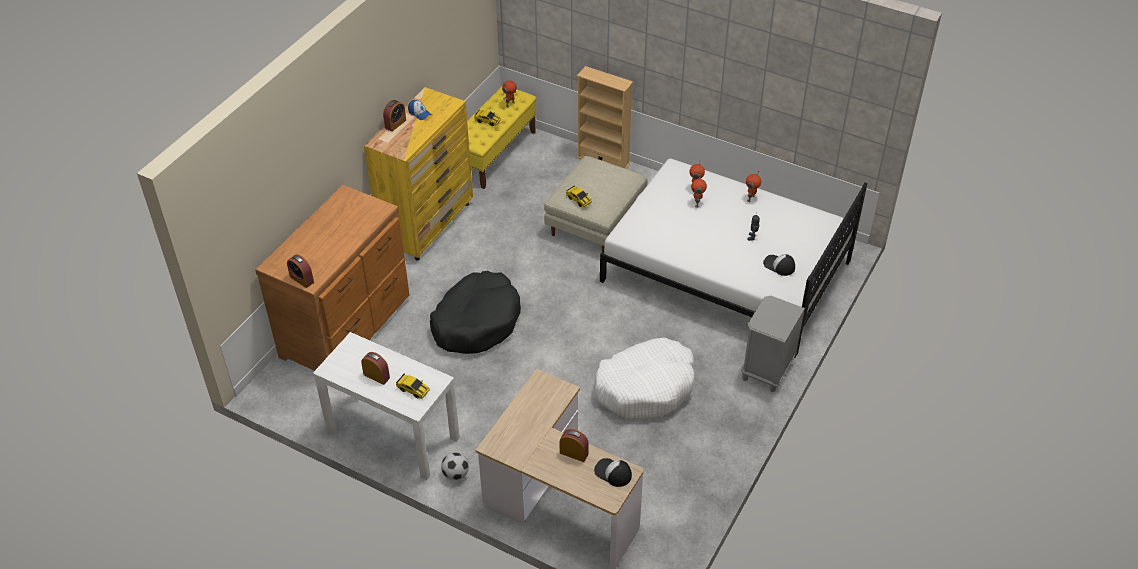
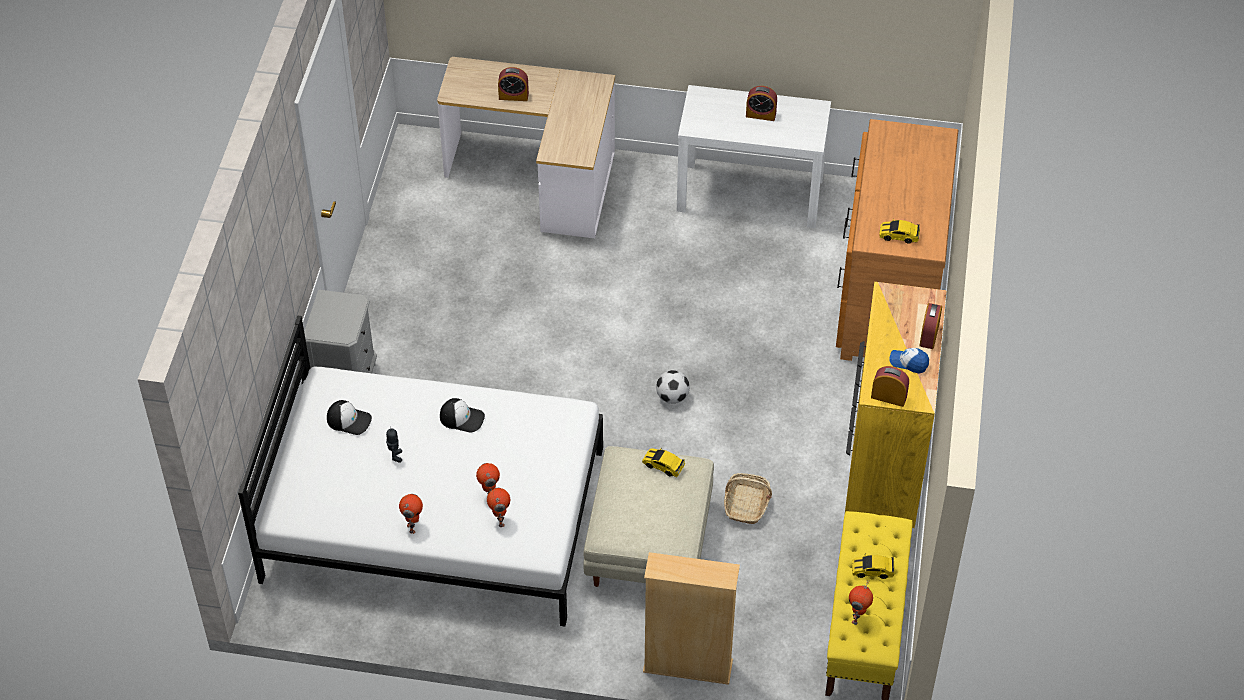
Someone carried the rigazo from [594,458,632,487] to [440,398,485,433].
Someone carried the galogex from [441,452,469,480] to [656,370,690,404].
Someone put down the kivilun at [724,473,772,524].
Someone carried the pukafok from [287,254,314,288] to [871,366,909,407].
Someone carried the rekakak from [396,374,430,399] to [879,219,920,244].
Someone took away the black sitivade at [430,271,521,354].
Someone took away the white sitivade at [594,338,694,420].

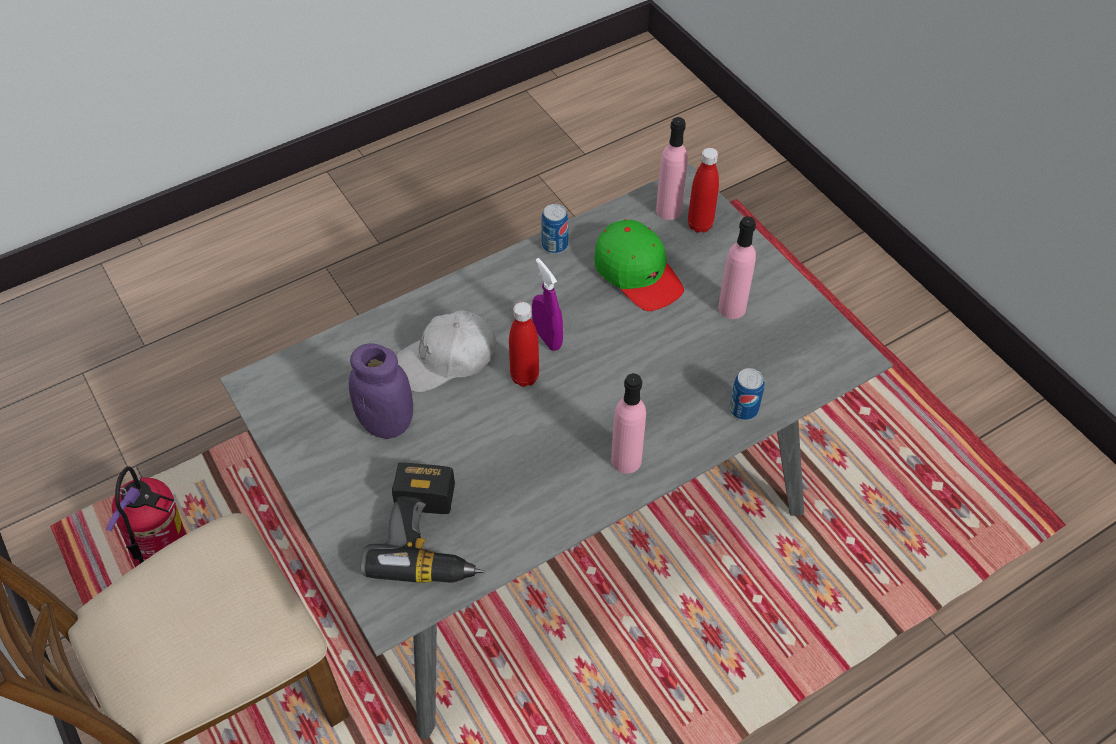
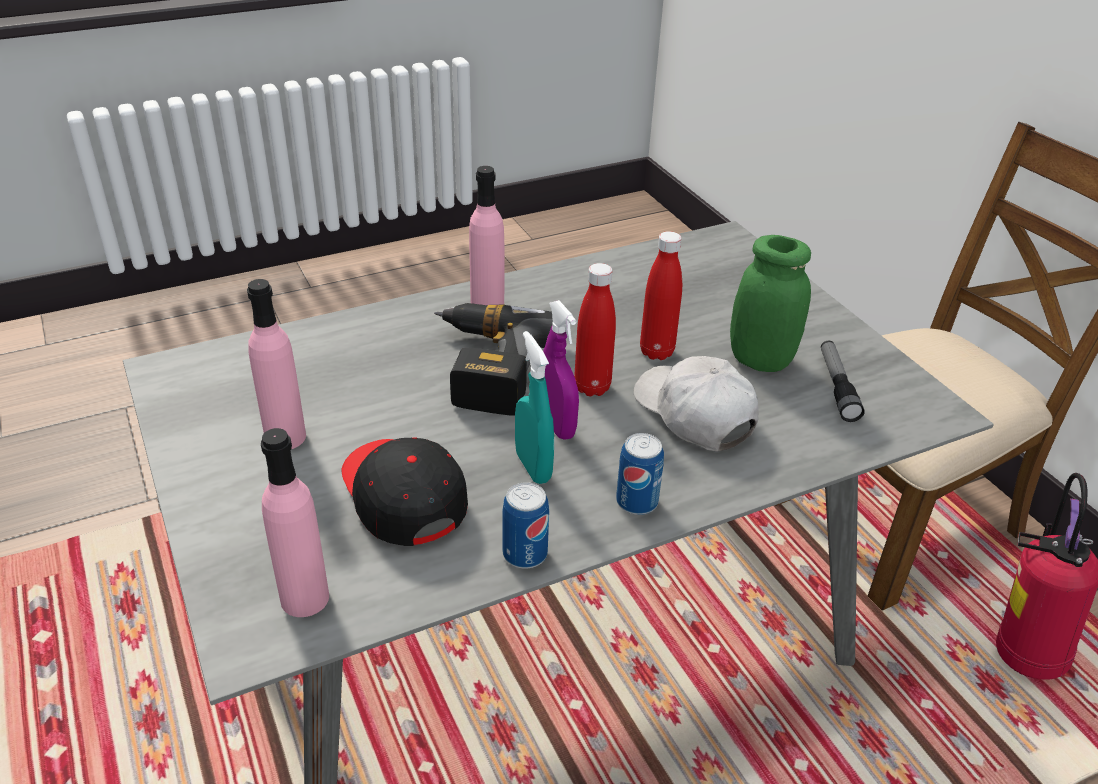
Someone repainted the green rigazo at [594,219,684,311], which became the black rigazo at [341,438,468,546].
Someone carried the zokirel from [360,462,484,583] to [434,303,553,416].
Someone put down the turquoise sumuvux at [515,331,554,484].
Someone carried the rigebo from [729,368,764,420] to [616,433,664,515].
Someone rotated the white rigazo at [396,310,496,392] by 105 degrees counterclockwise.
Someone carried the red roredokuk from [688,148,719,233] to [640,231,682,360].
Someone repainted the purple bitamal at [349,343,413,439], which became the green bitamal at [730,235,811,372].
Someone put down the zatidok at [821,341,865,422].

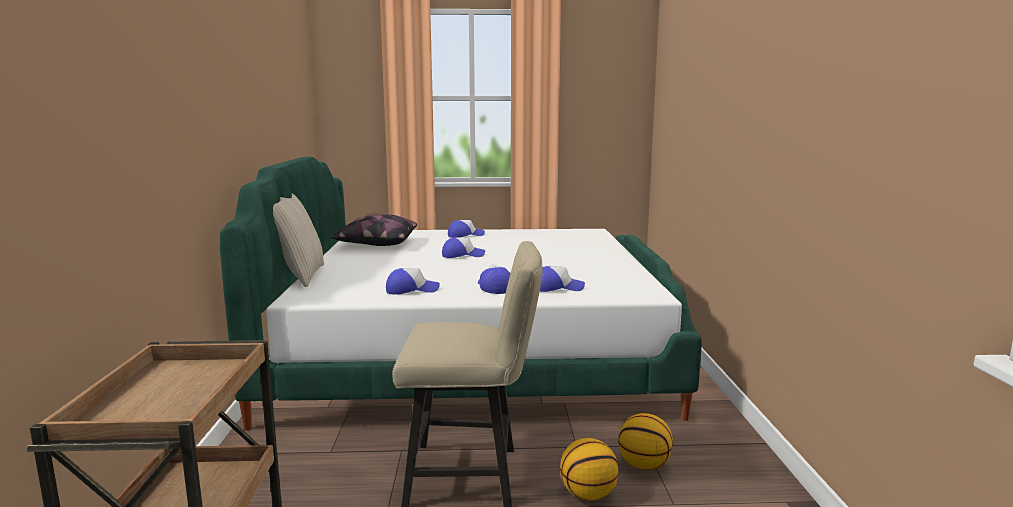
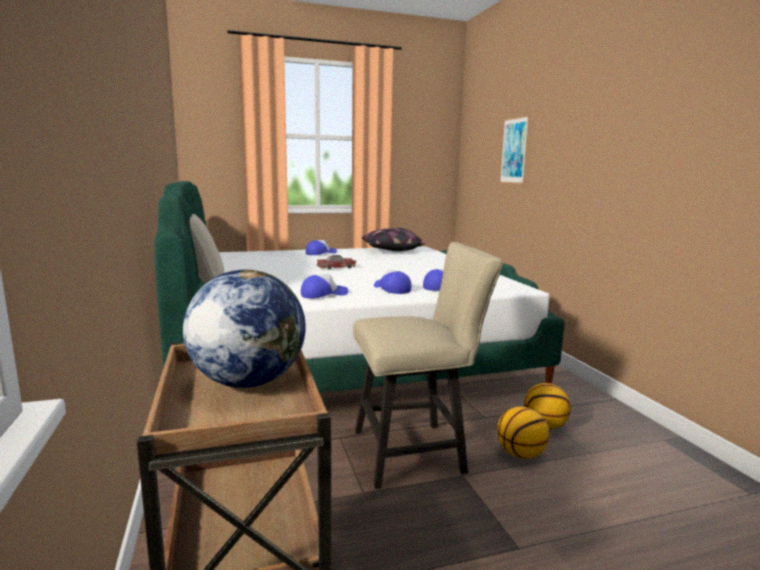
Someone put down the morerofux at [183,269,306,388].
Someone swapped the rigazo at [442,237,485,258] for the rekakak at [316,255,356,269].
Someone carried the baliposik from [330,214,417,246] to [362,228,425,251].
Someone put up the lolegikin at [500,115,529,184].

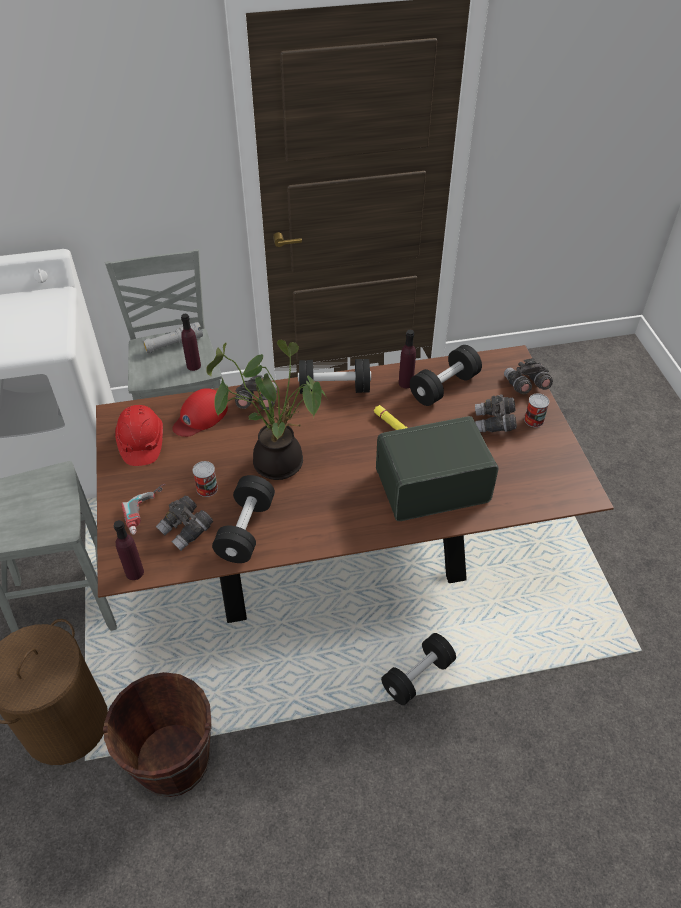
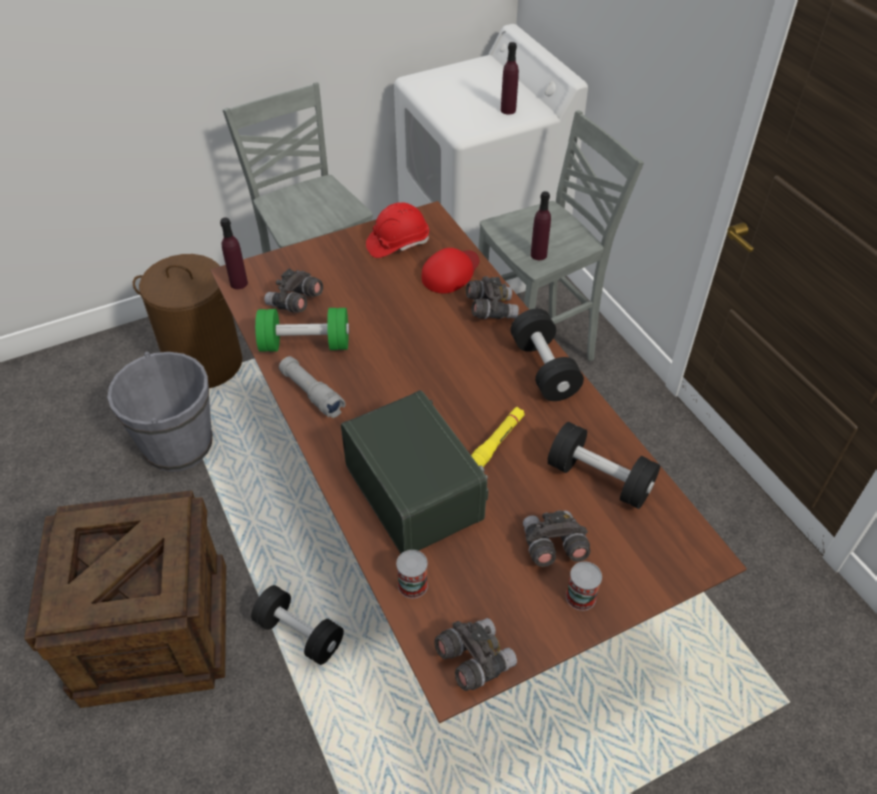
Someone put down the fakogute at [24,490,226,708].
Someone repainted the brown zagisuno at [103,672,212,797], which became the grey zagisuno at [107,352,212,472].
Someone repainted the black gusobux at [212,475,275,563], which became the green gusobux at [255,308,349,352].
Someone carried the grey zatidok from [143,322,203,353] to [279,356,346,418].
Someone carried the rigebo from [193,461,218,497] to [396,550,428,598].
Someone rotated the red rigazo at [172,388,228,437] by 105 degrees clockwise.
Someone carried the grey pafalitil from [504,358,553,394] to [434,618,517,691].
Someone carried the purple roredokuk from [399,330,416,388] to [501,42,519,115].
Someone took away the zokirel at [121,484,165,535].
Someone took away the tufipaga at [206,340,327,480].

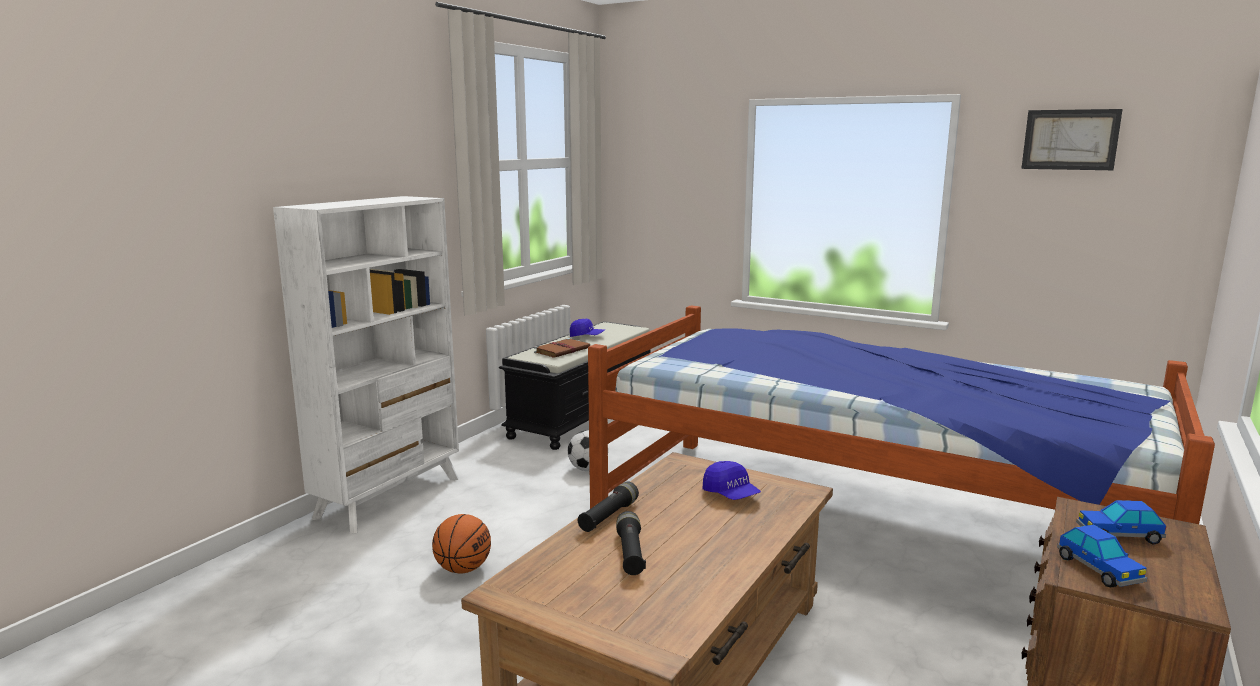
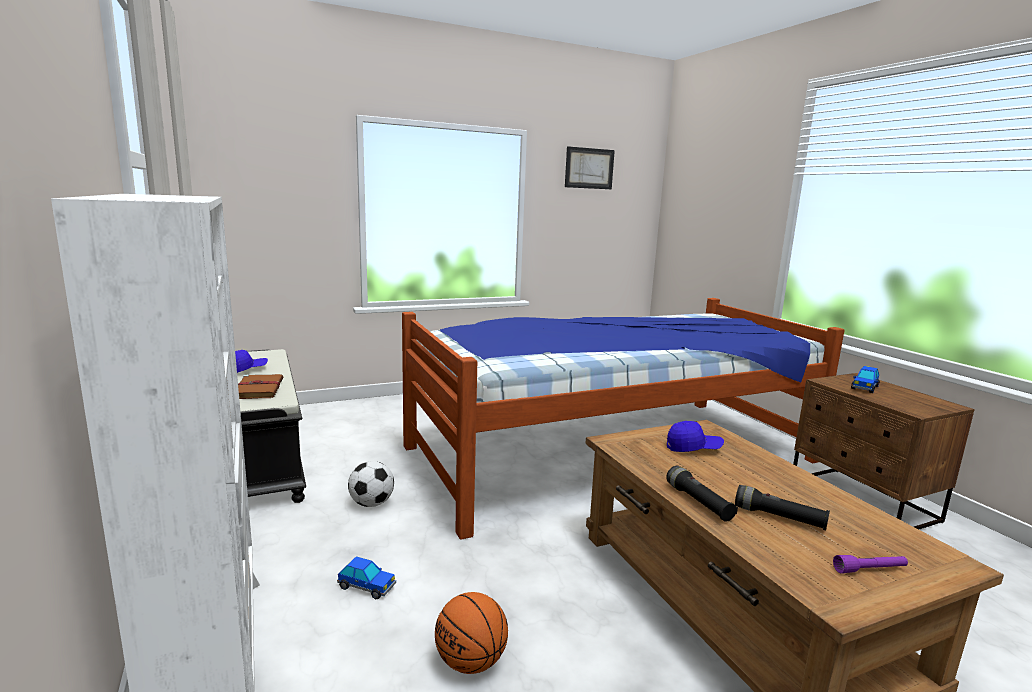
Someone carried the rekakak from [1057,525,1147,587] to [337,556,396,599].
Someone put down the purple zatidok at [833,555,908,573].

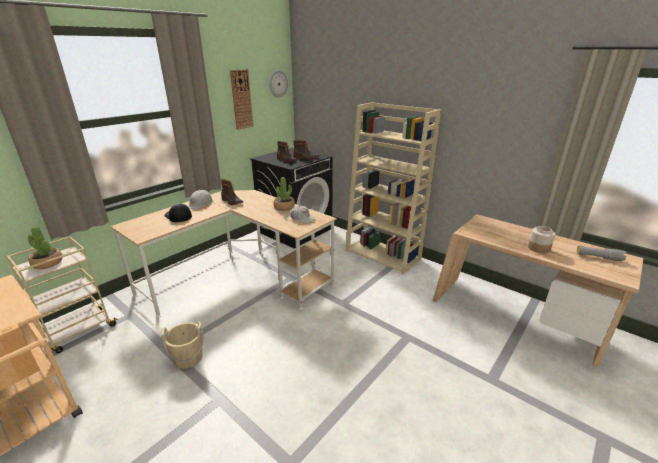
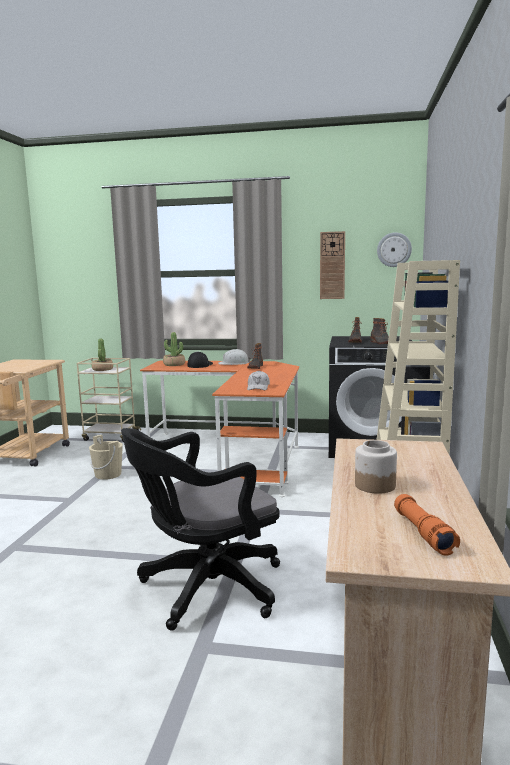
Someone put down the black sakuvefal at [121,428,280,631].
Someone repainted the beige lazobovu at [110,190,337,318], which became the orange lazobovu at [140,360,299,497].
Someone carried the tufipaga from [274,177,295,211] to [163,332,185,366].
Someone repainted the grey zatidok at [577,245,626,261], which became the orange zatidok at [394,494,460,556].

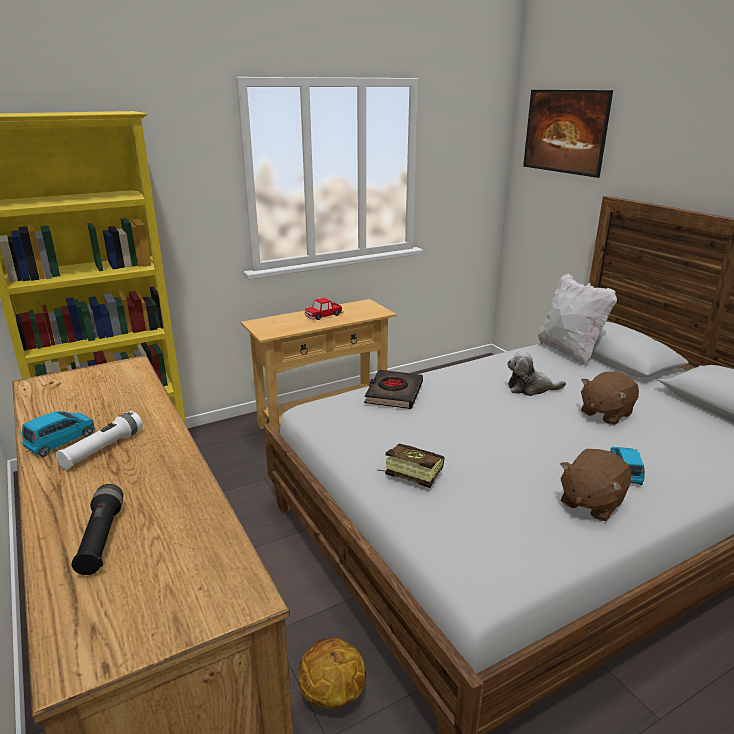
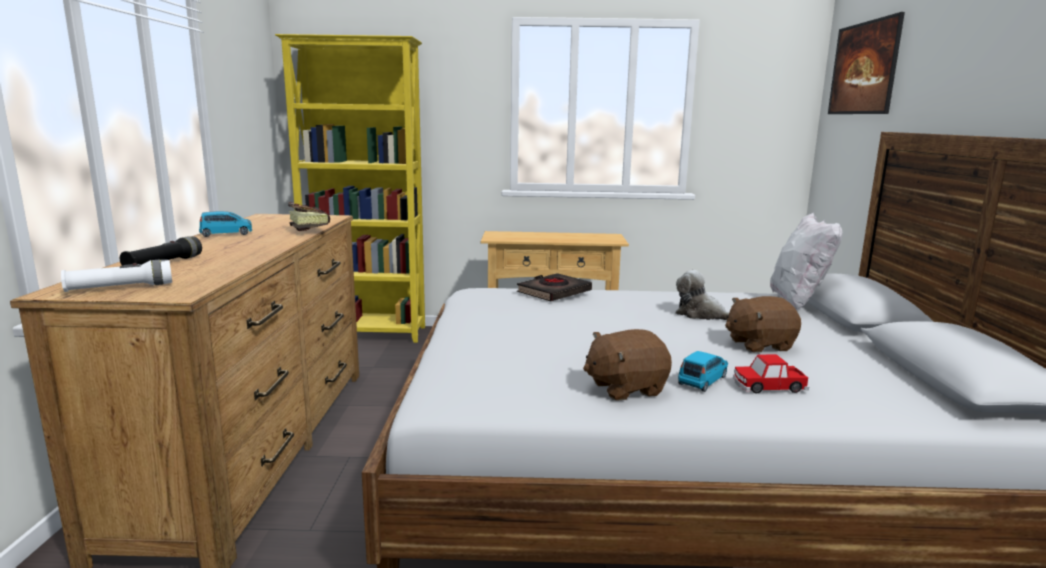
Someone carried the white zatidok from [56,411,143,469] to [61,259,172,292].
Someone carried the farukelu from [377,444,445,488] to [288,202,330,231].
Someone carried the rekakak from [305,297,343,320] to [733,354,809,393].
Someone took away the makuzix at [299,638,366,709].

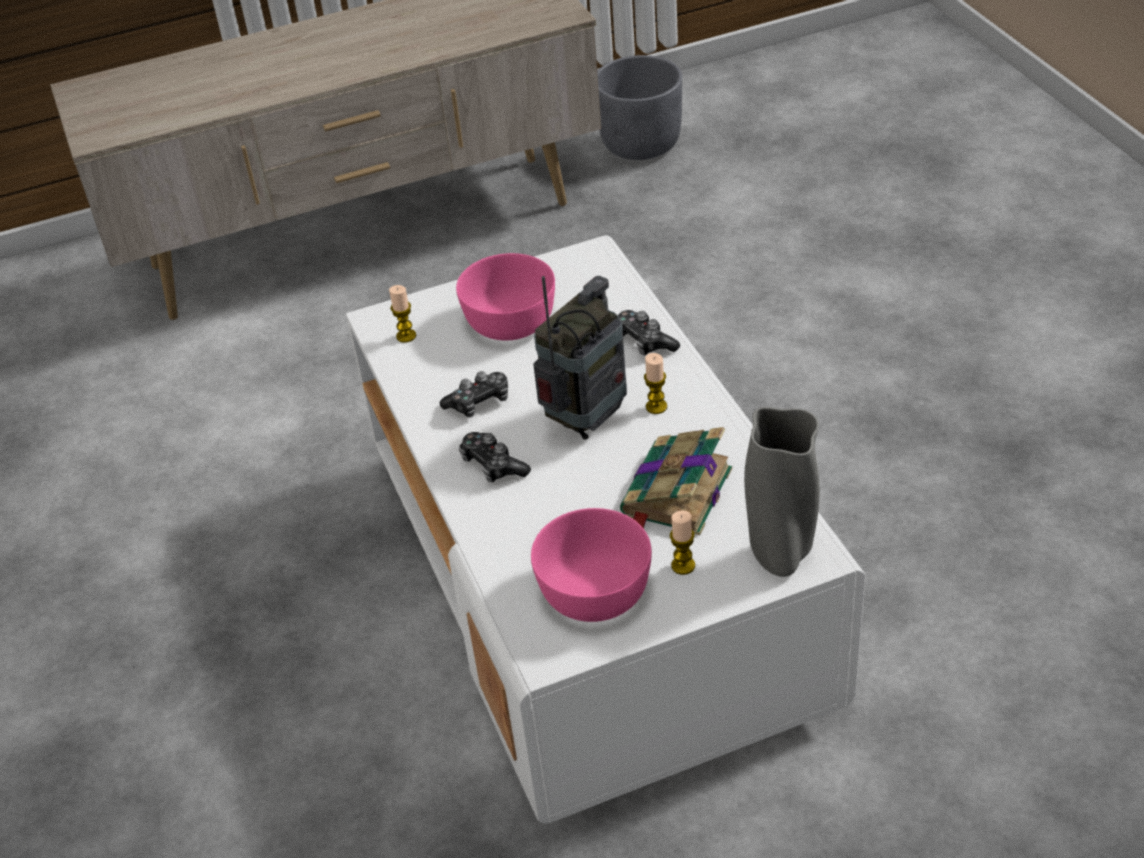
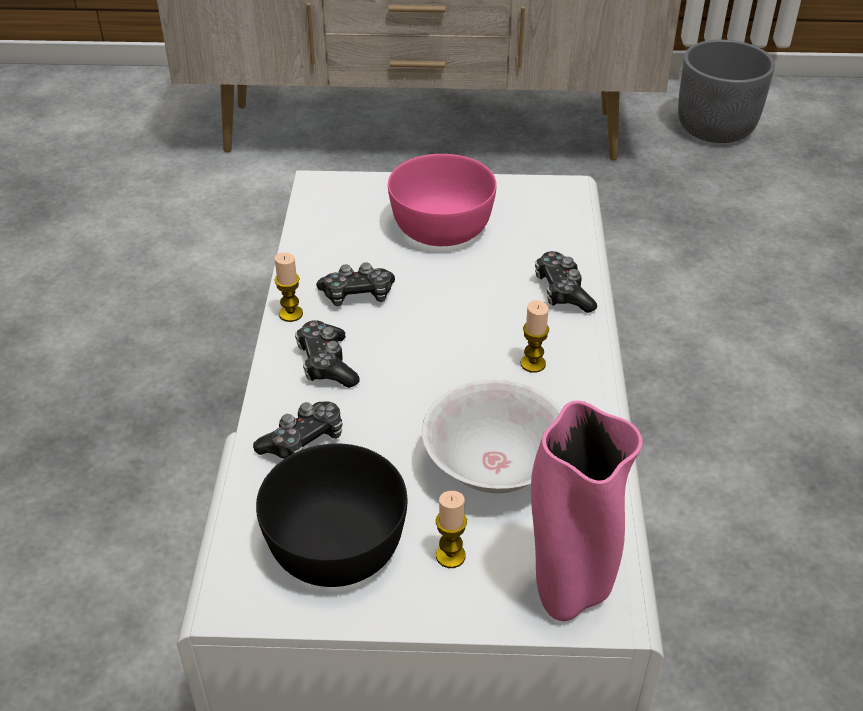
Someone put down the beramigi at [253,401,343,459].
Someone repainted the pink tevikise at [531,508,652,622], which became the black tevikise at [256,444,407,587].
Someone carried the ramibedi from [389,285,416,343] to [274,253,303,322].
Someone swapped the farukelu at [620,427,732,535] for the white tevikise at [422,380,562,493].
Someone repainted the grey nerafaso at [744,407,820,577], which became the pink nerafaso at [531,401,643,621].
Someone took away the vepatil at [533,276,627,440].

